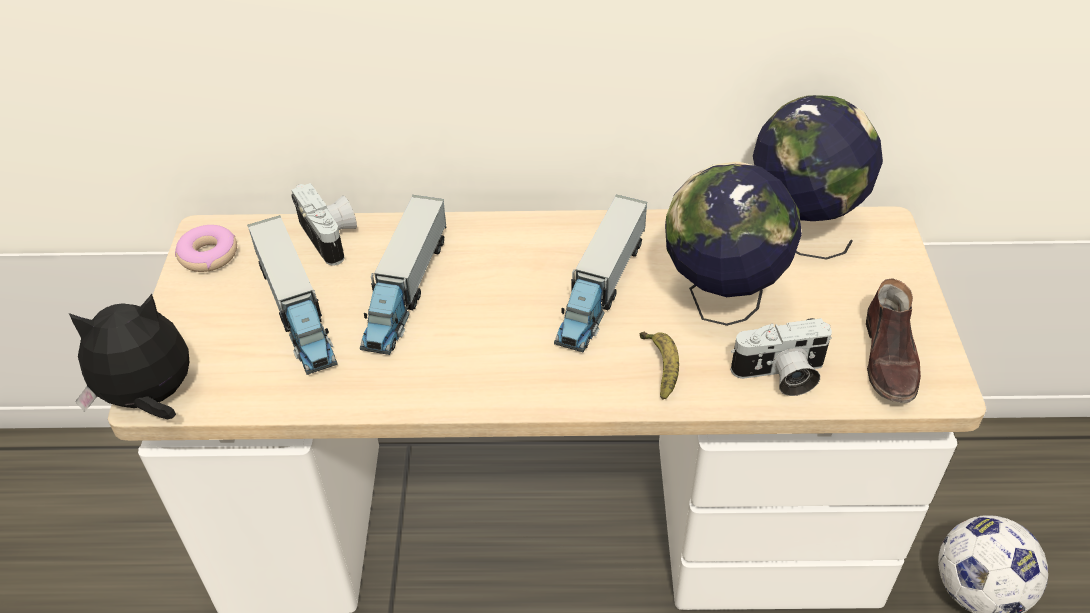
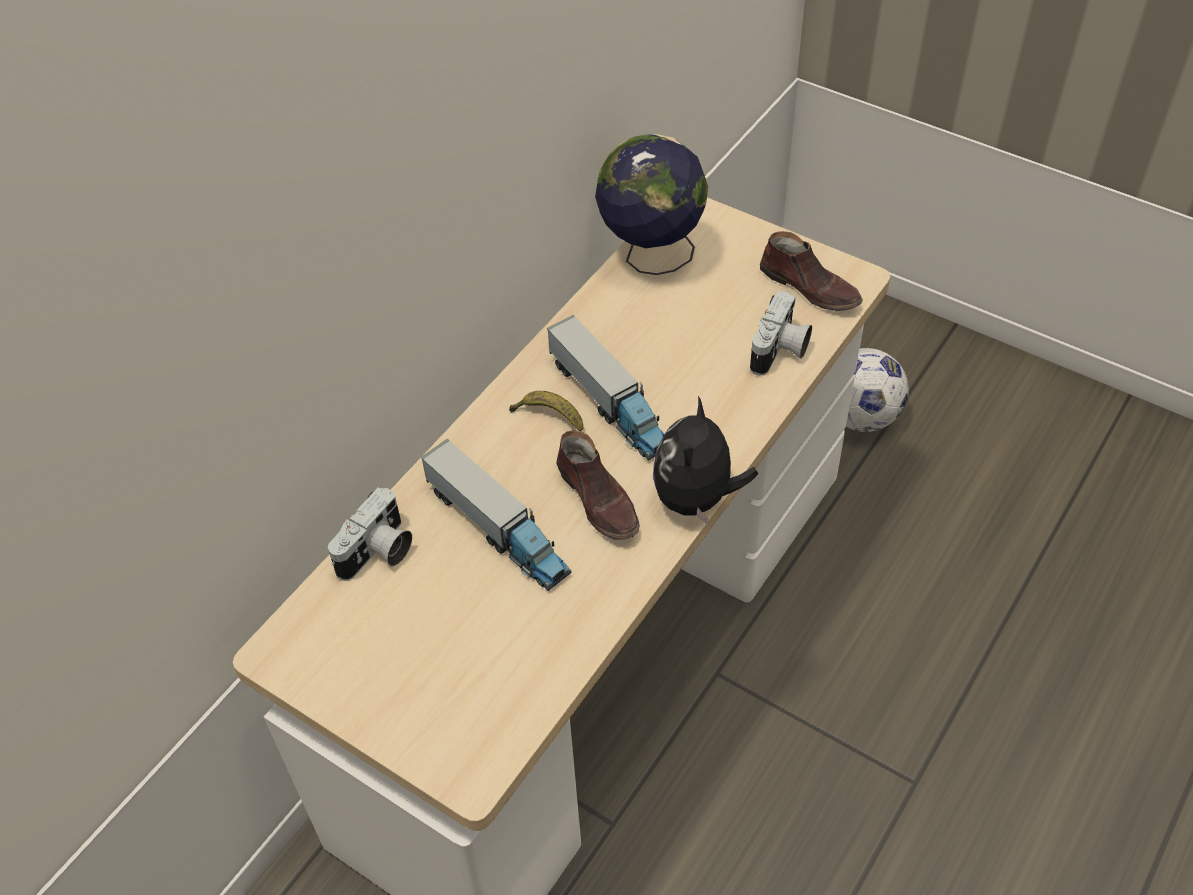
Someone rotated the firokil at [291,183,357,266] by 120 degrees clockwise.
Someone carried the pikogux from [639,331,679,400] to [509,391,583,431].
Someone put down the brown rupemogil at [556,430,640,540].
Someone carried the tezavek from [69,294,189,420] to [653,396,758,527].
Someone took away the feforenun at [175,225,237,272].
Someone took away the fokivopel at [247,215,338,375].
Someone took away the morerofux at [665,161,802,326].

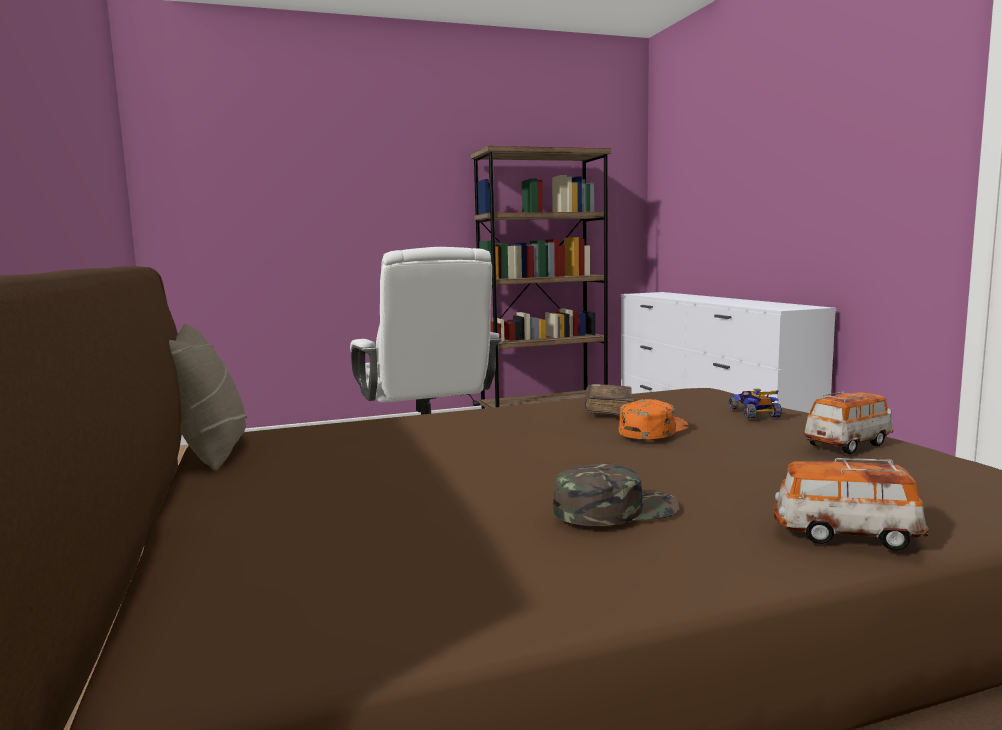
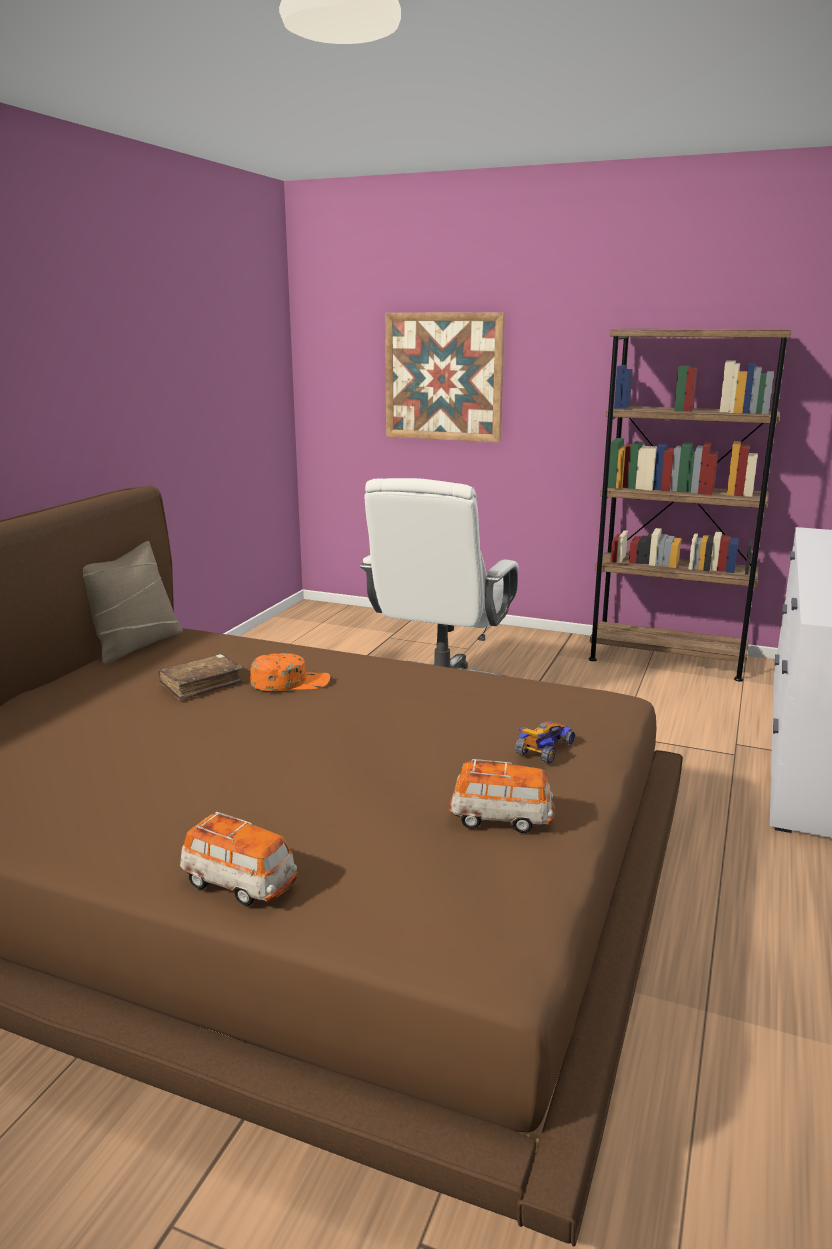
Someone carried the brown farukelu from [584,384,634,416] to [158,654,243,701].
Someone rotated the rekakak at [774,458,929,550] by 150 degrees clockwise.
Someone carried the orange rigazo from [619,399,689,439] to [250,653,330,691].
Someone put up the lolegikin at [385,312,505,442].
Someone took away the green rigazo at [553,463,679,526].

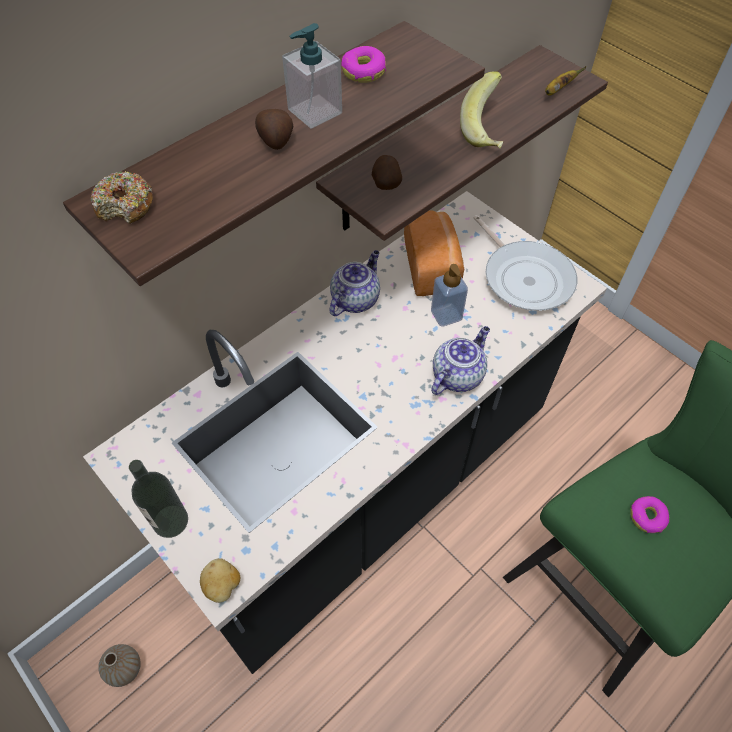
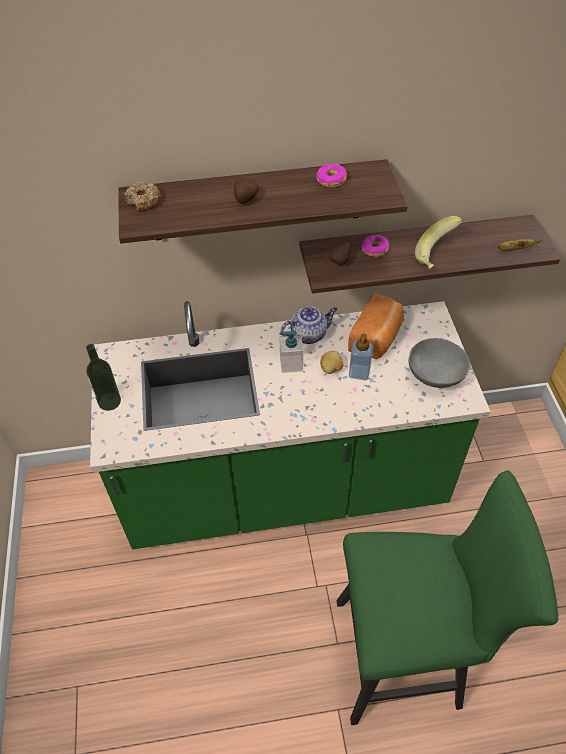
Someone repainted the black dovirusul at [83,191,607,674], which became the green dovirusul at [90,301,491,550].
Someone carried the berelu from [282,23,342,129] to [279,331,303,373].
Someone carried the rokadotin from [200,558,240,603] to [320,351,343,374].
Someone carried the feforenun from [630,496,669,533] to [362,235,389,257].
Someone swapped the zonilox at [474,215,577,311] for the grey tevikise at [409,338,470,388].
Someone took away the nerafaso at [98,644,141,687].
Someone took away the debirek at [431,326,490,395].

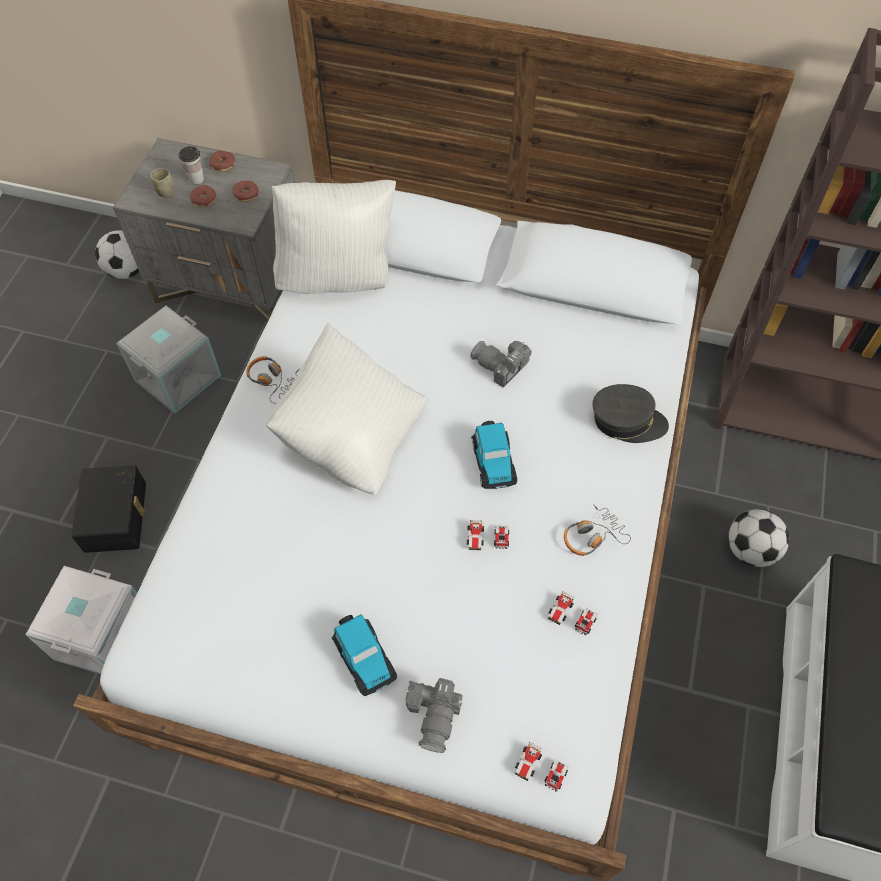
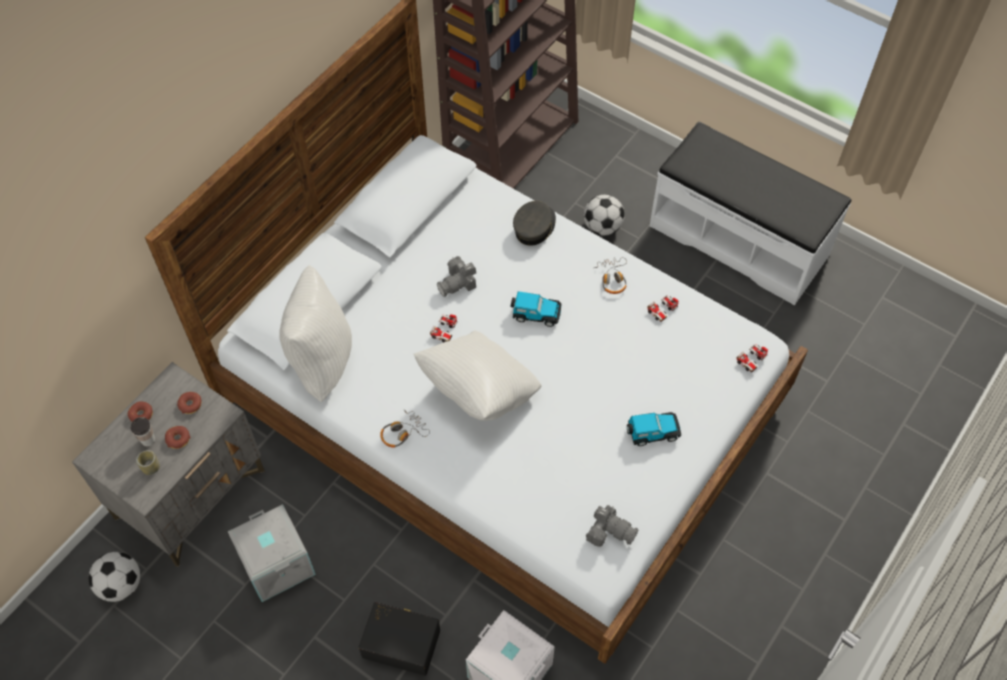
Someone carried the rekakak from [467,520,509,550] to [430,314,458,342].
Someone carried the firokil from [406,678,463,753] to [586,505,639,547].

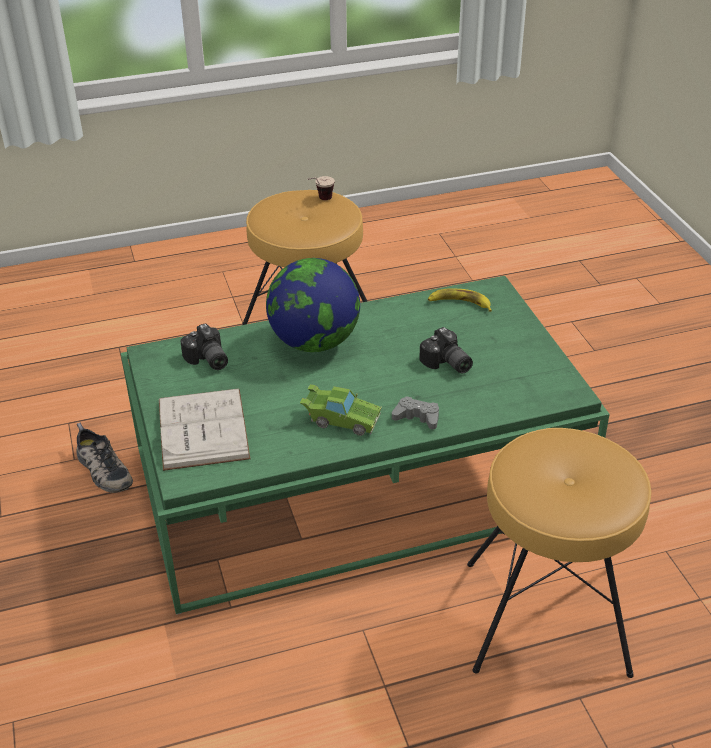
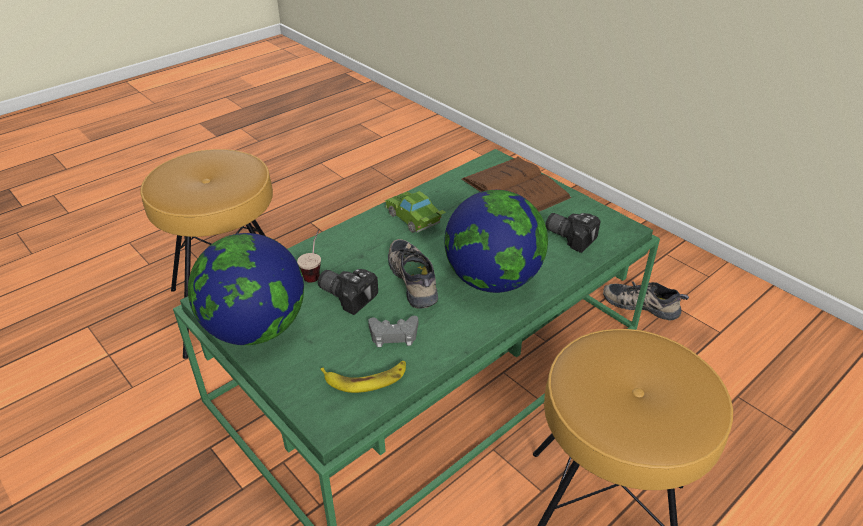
Someone put down the morerofux at [188,233,304,345].
Someone carried the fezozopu from [308,176,335,200] to [297,229,321,283].
Someone carried the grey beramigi from [392,396,439,429] to [368,316,418,347].
Someone rotated the green rekakak at [300,384,382,436] by 60 degrees clockwise.
Someone put down the rupemogil at [388,239,438,309].
Someone repainted the white farukelu at [159,388,250,471], which became the brown farukelu at [462,157,571,212].

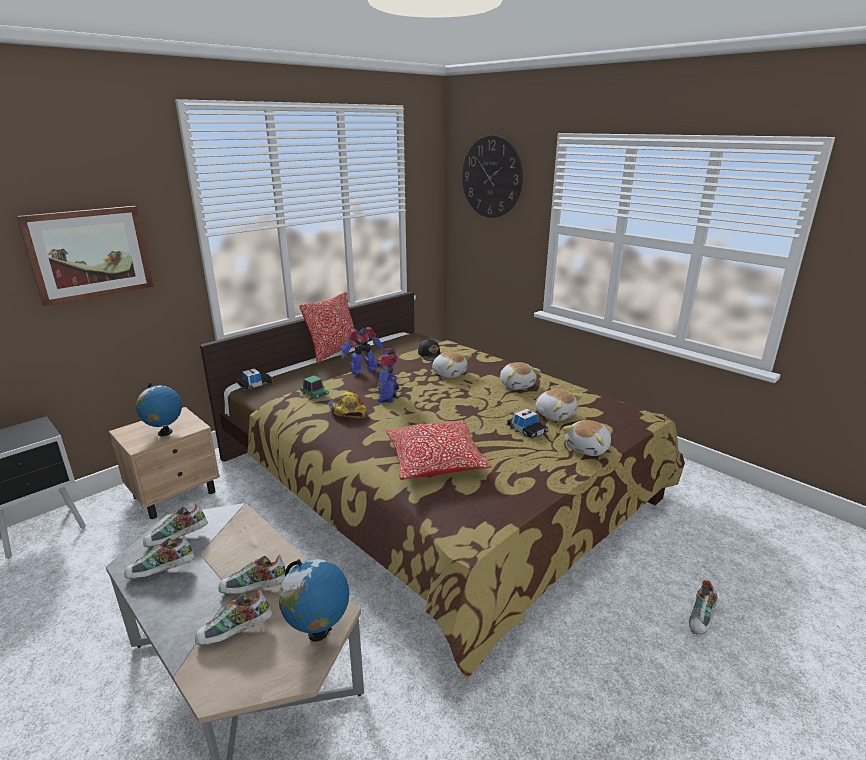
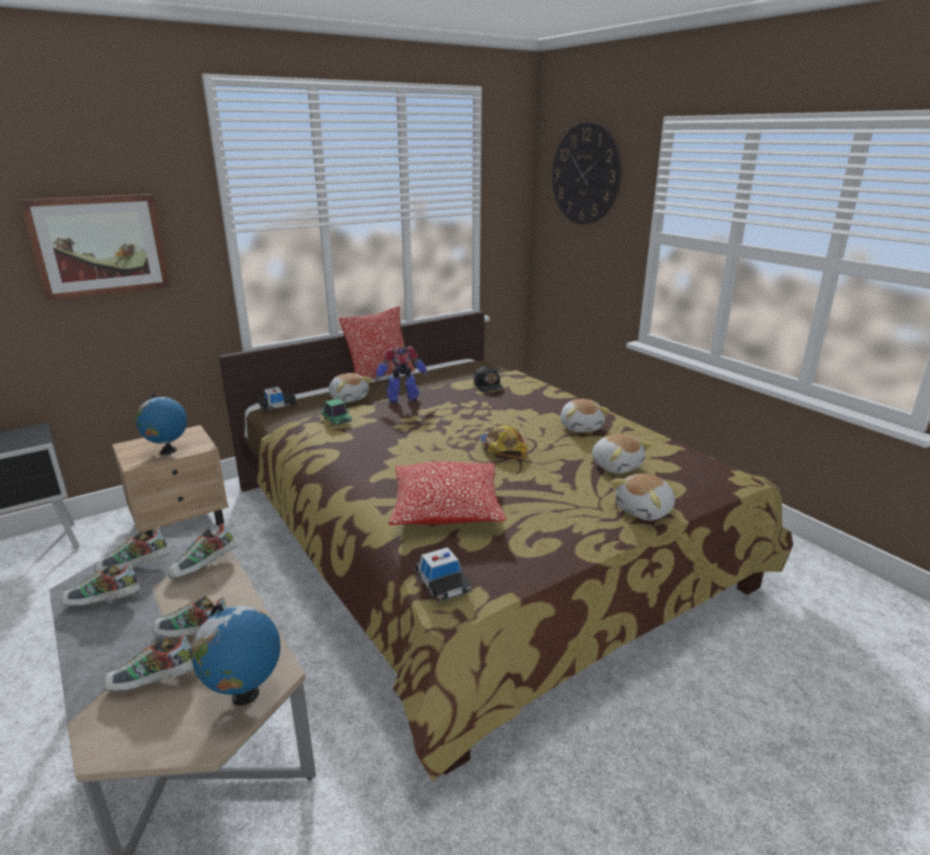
Someone carried the rupemogil from [689,580,718,634] to [168,523,237,579].
Someone carried the tezavek from [432,352,471,378] to [329,373,372,403].
Someone carried the rekakak from [506,408,549,439] to [413,547,473,603].
Someone carried the rigazo from [328,392,366,418] to [480,425,527,459].
Someone took away the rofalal at [377,348,399,403].

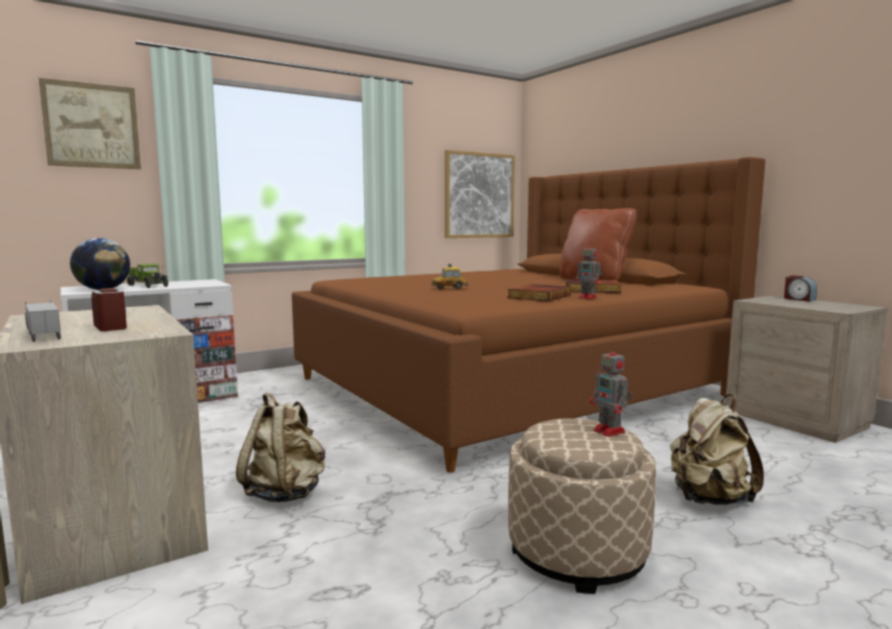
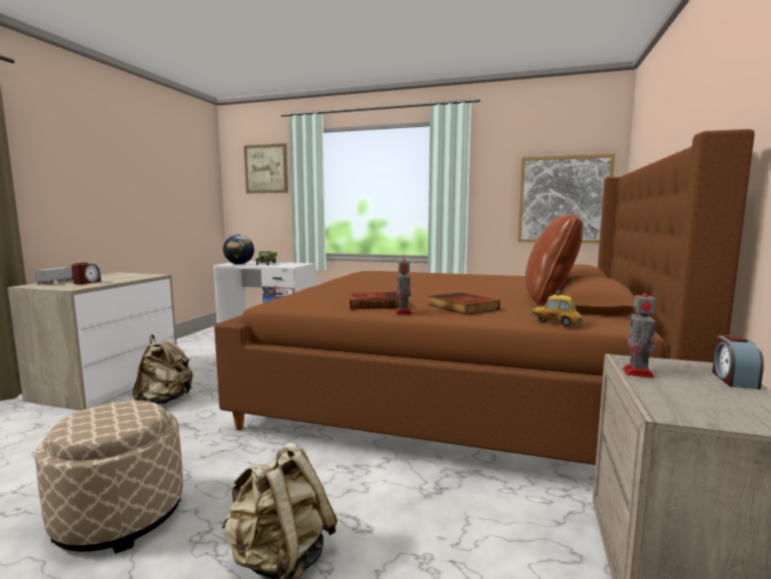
Someone carried the rekakak from [431,264,469,289] to [531,290,584,326].
Someone carried the rofalal from [590,344,632,437] to [623,285,656,378].

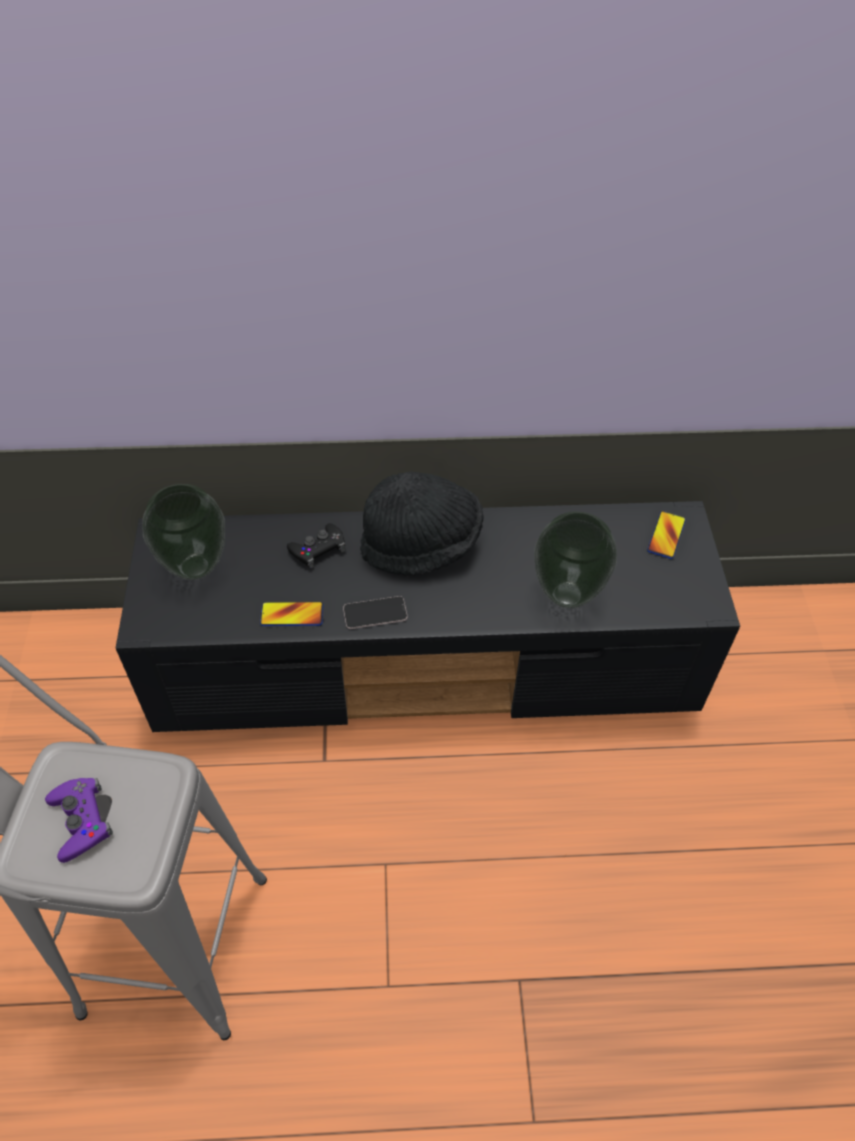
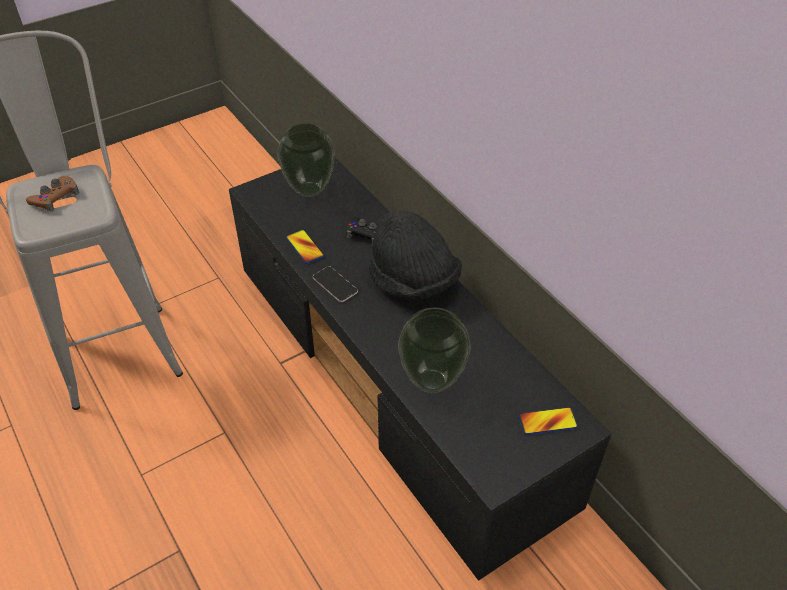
Someone repainted the purple beramigi at [45,778,113,863], which became the brown beramigi at [26,176,79,212].

